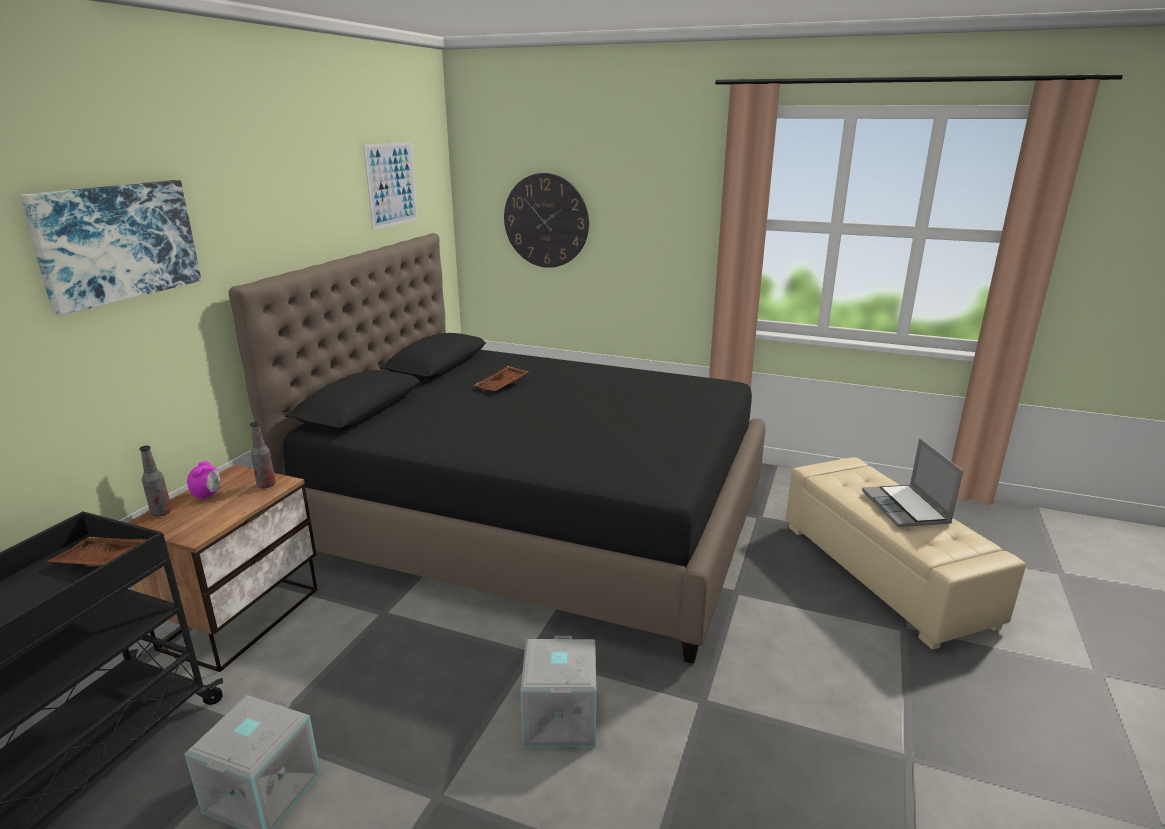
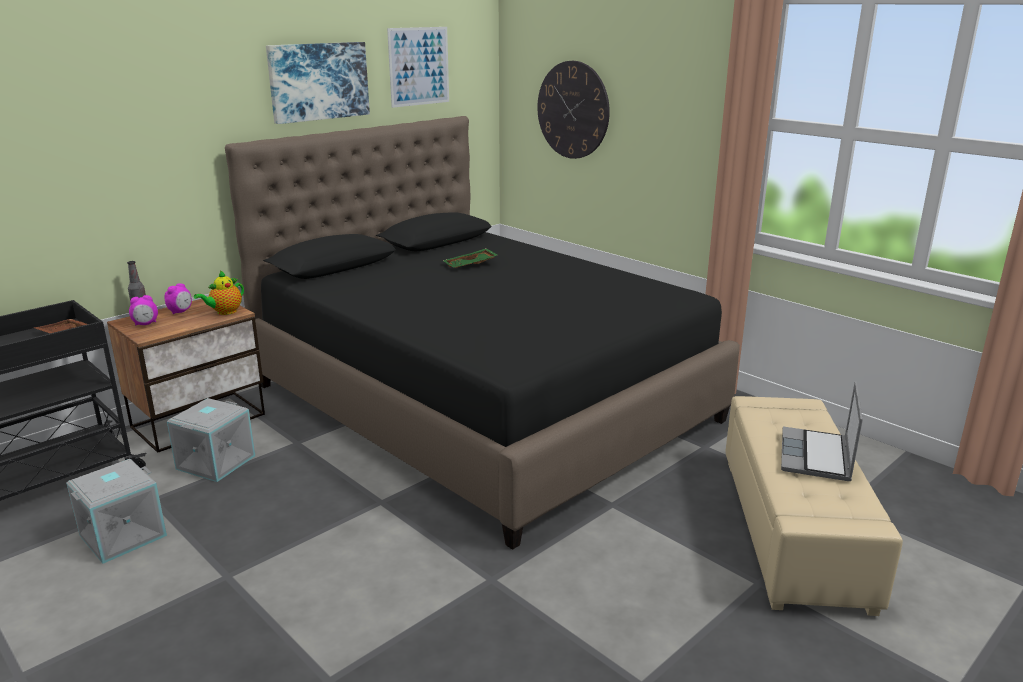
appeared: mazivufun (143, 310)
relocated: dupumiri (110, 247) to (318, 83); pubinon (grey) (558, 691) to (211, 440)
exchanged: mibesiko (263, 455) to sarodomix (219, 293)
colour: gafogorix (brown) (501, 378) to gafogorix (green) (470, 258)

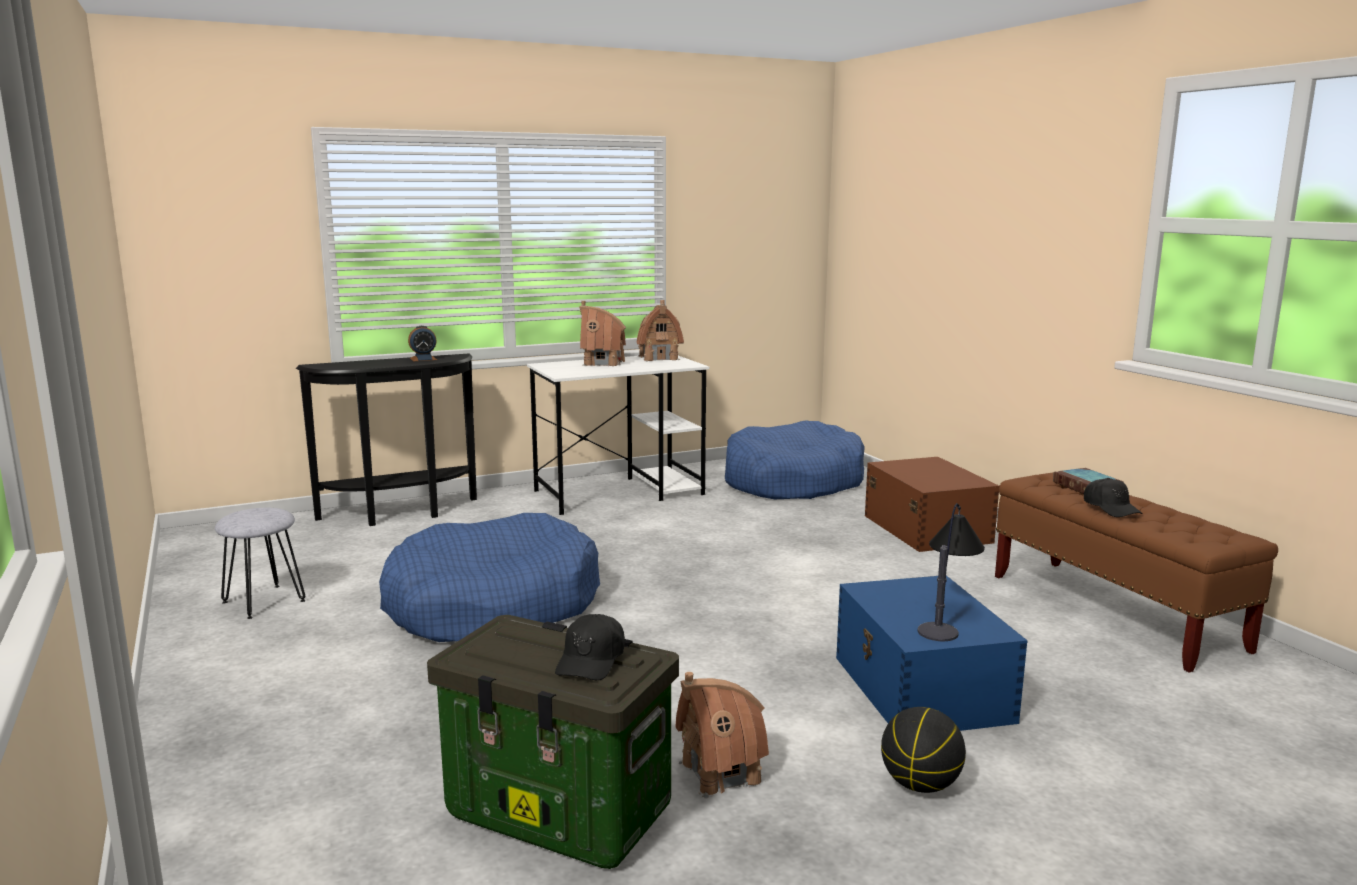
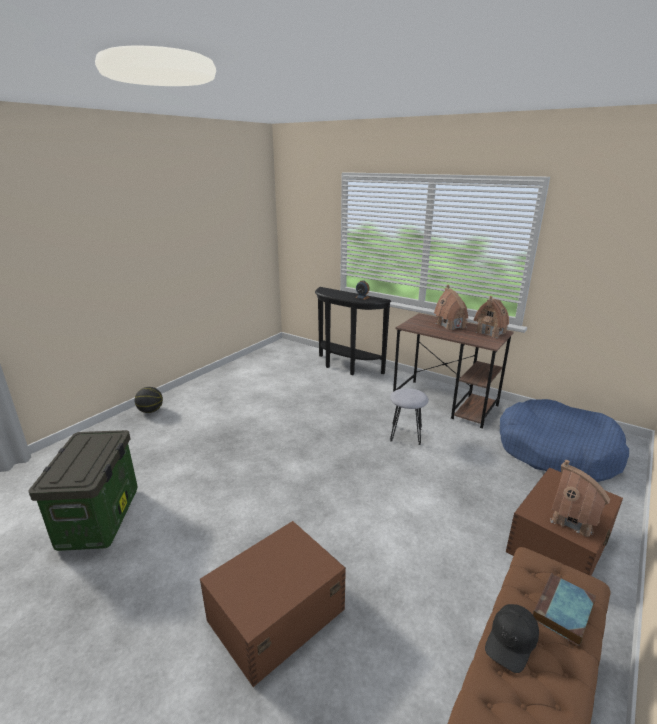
missing: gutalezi (951, 572); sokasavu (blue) (489, 577); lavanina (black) (590, 647)
relocated: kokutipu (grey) (260, 563) to (409, 416); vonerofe (722, 735) to (580, 498); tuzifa (923, 750) to (149, 400)
colour: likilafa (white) (618, 435) to likilafa (brown) (453, 370); pubinon (blue) (932, 653) to pubinon (brown) (273, 604)

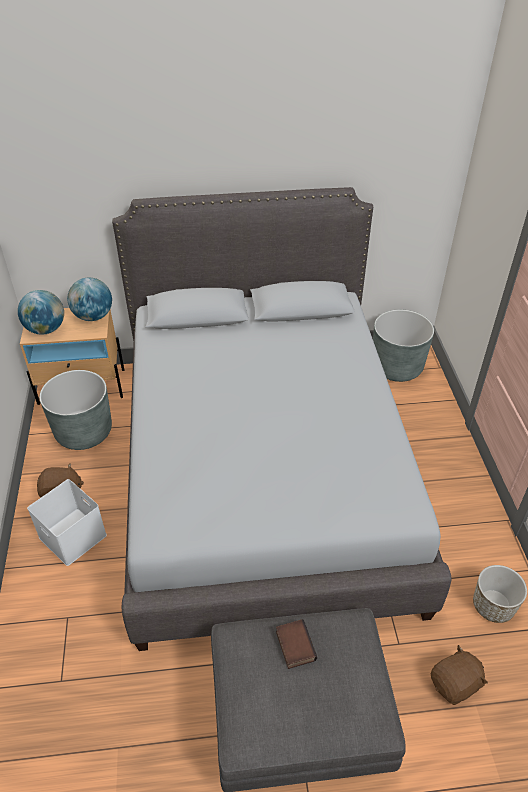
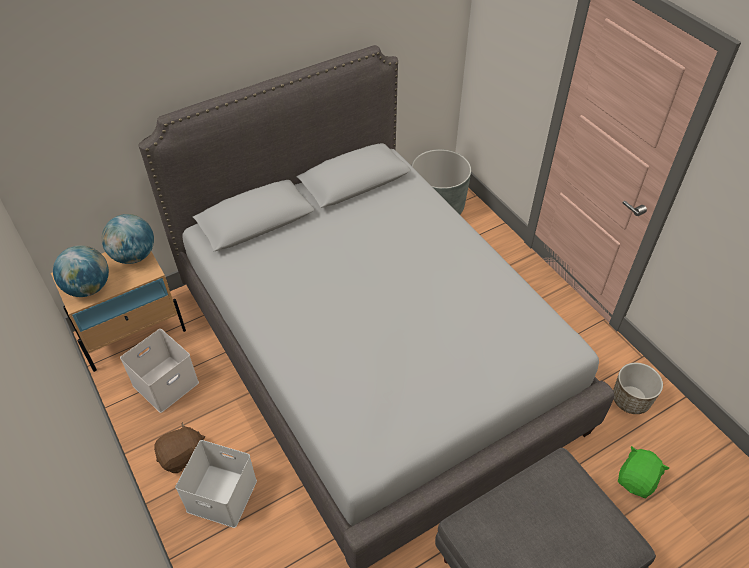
missing: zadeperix (296, 644)
exchanged: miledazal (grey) (75, 410) to pubinon (white) (159, 371)
colour: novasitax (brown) (459, 675) to novasitax (green) (643, 472)

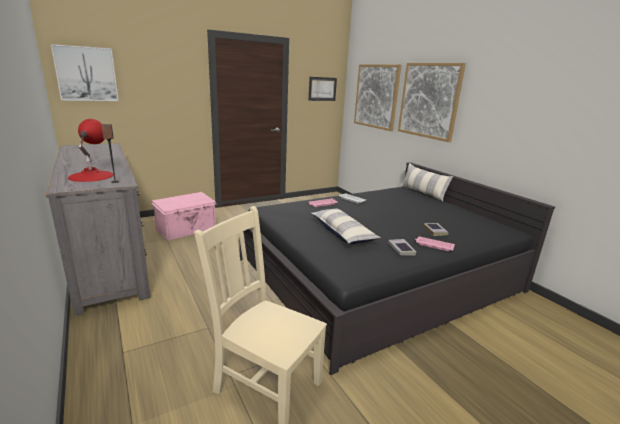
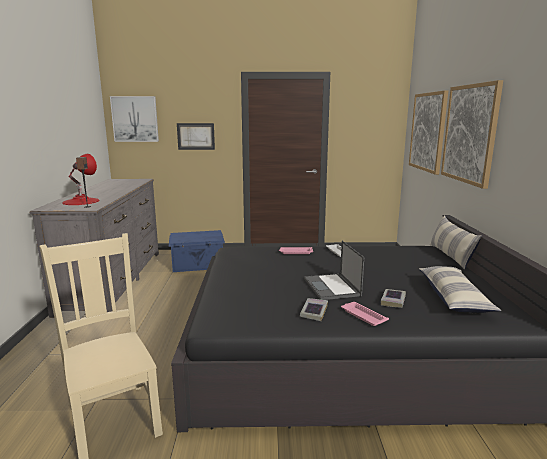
appeared: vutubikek (334, 270)
relocated: dupumiri (323, 89) to (196, 136); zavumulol (346, 226) to (460, 289)
colour: pubinon (pink) (184, 216) to pubinon (blue) (197, 251)

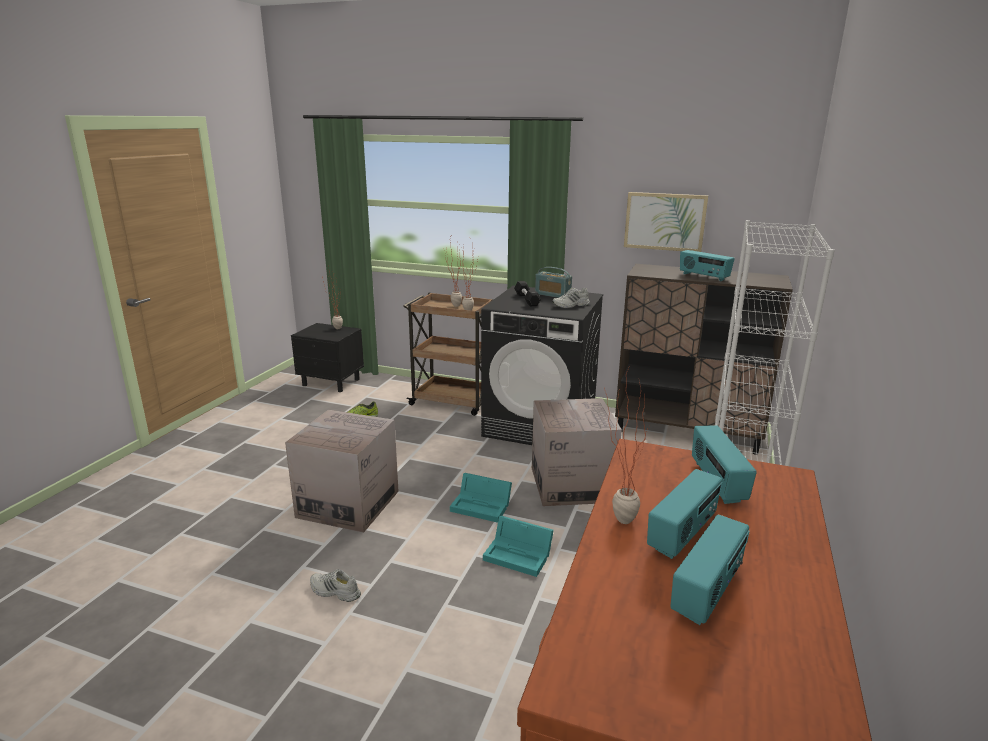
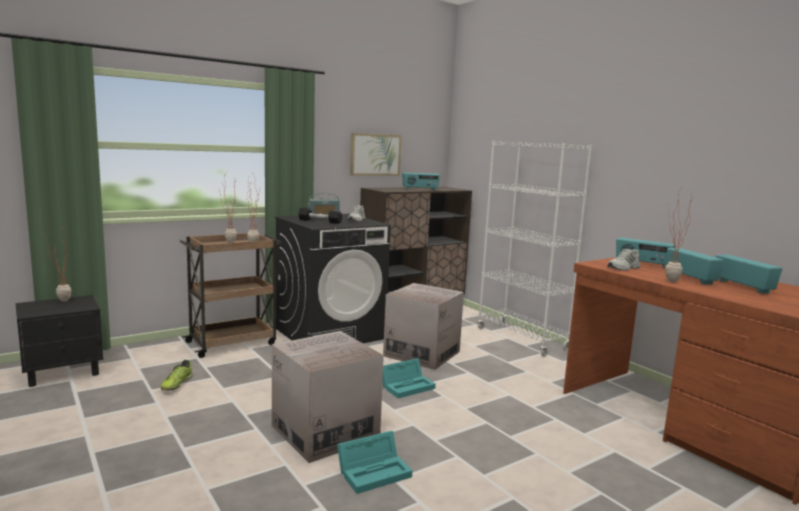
relocated: pubinon (turquoise) (518, 546) to (374, 462); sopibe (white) (335, 585) to (624, 260)

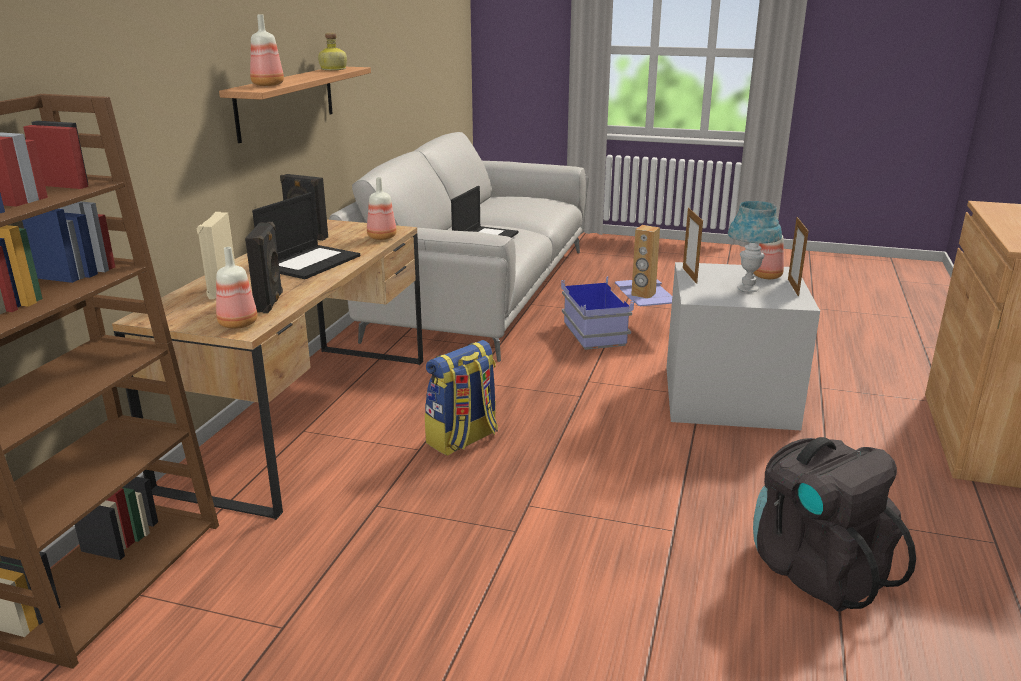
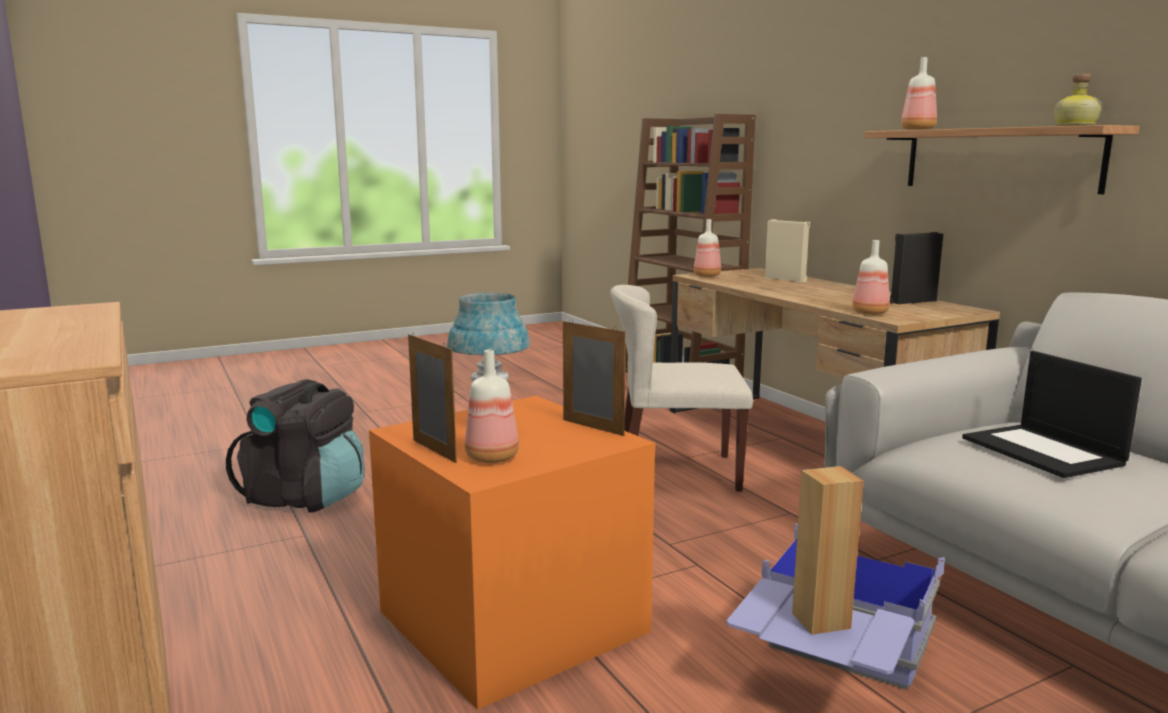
missing: vutubikek (306, 235); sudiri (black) (264, 267)
exchanged: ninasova (461, 398) to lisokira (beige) (681, 388)
colour: pubinon (grey) (743, 346) to pubinon (orange) (512, 553)

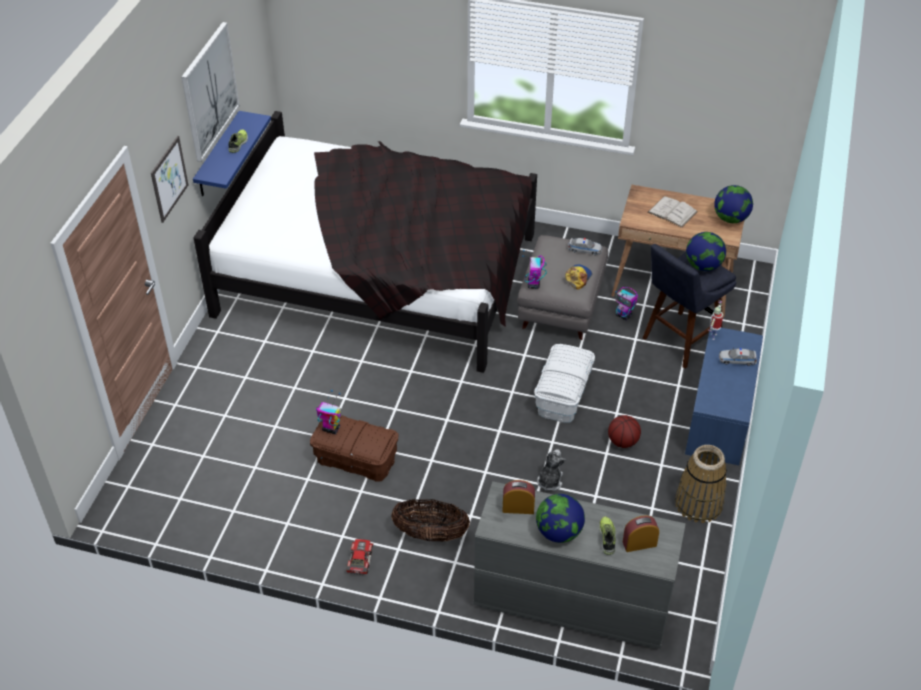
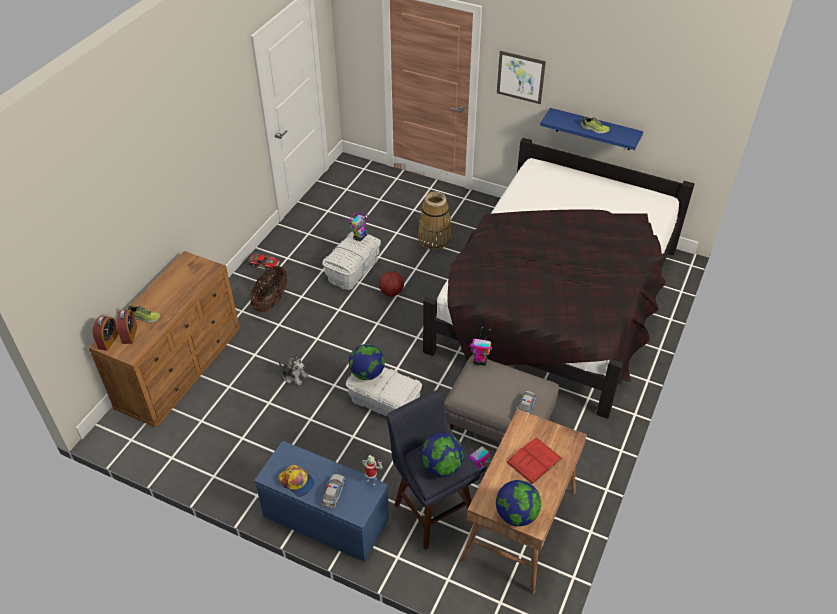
missing: dupumiri (210, 92)
relocated: lavanina (578, 277) to (296, 481); tuzifa (624, 431) to (391, 284); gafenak (701, 484) to (435, 220); mazivufun (518, 497) to (106, 333); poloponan (560, 518) to (367, 362)
colour: zadeperix (white) (673, 212) to zadeperix (red) (534, 461); pubinon (brown) (354, 448) to pubinon (white) (351, 260); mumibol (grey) (579, 565) to mumibol (brown) (164, 339)

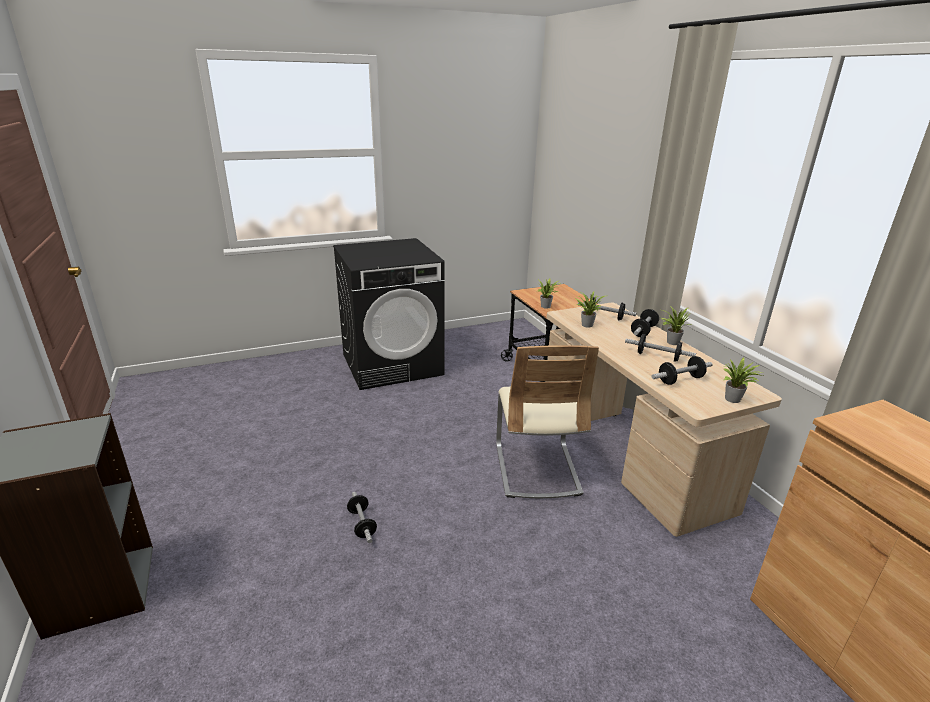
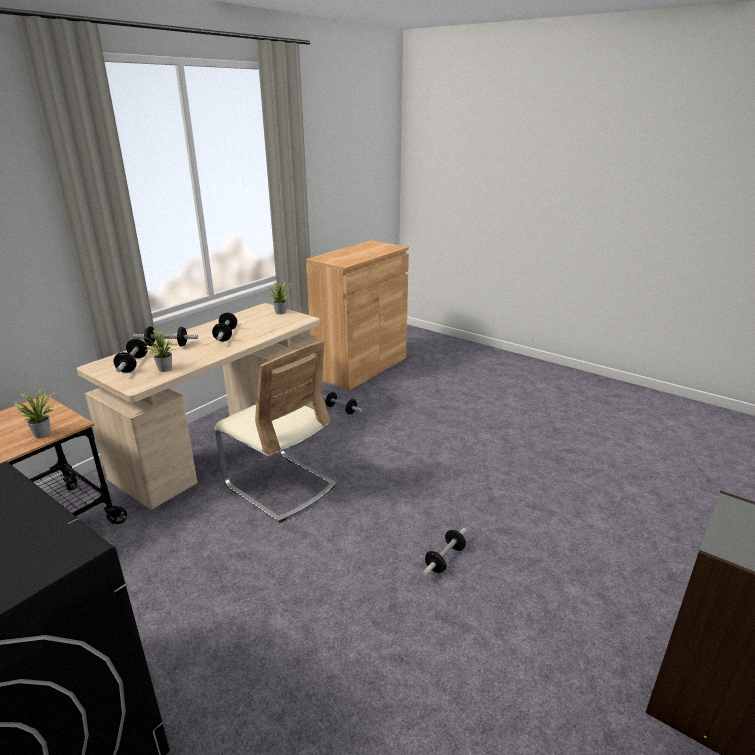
missing: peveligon (676, 325)
relocated: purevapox (682, 370) to (342, 403)
spun: lisokira (beige) (547, 421) = (275, 432) 75 degrees clockwise

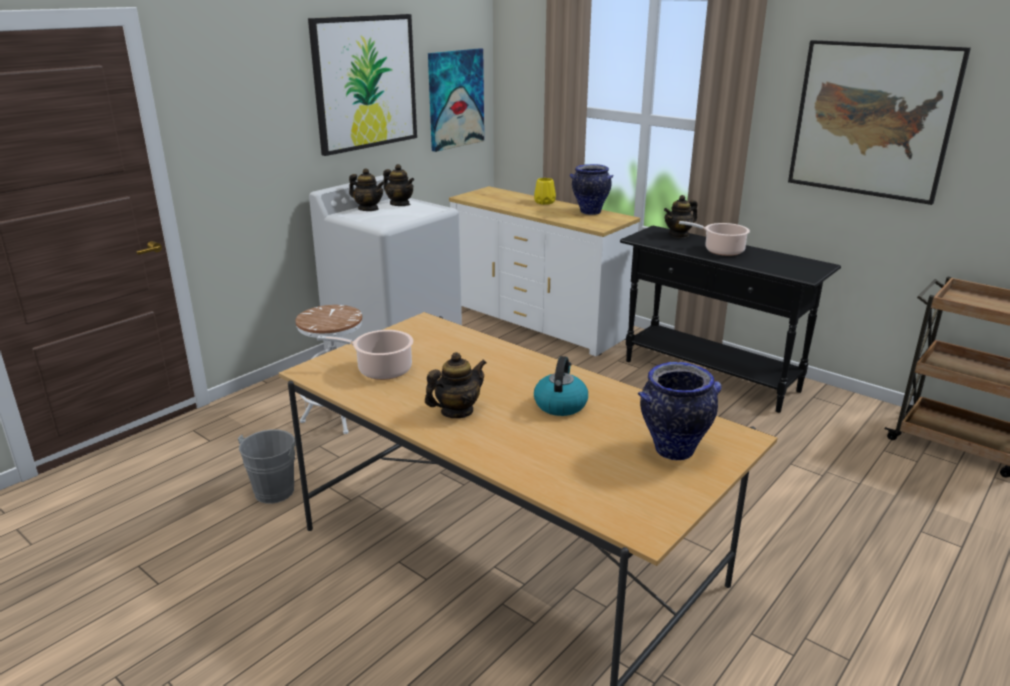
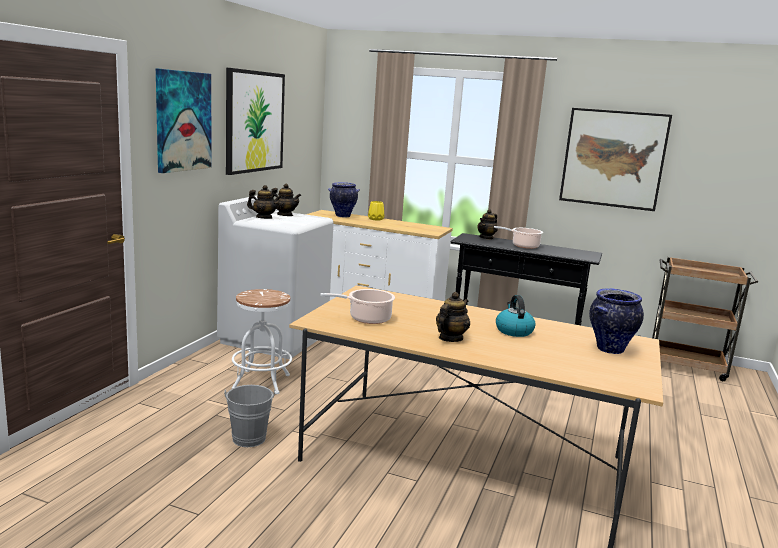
relocated: dupumiri (456, 100) to (183, 120); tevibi (591, 189) to (344, 199)

